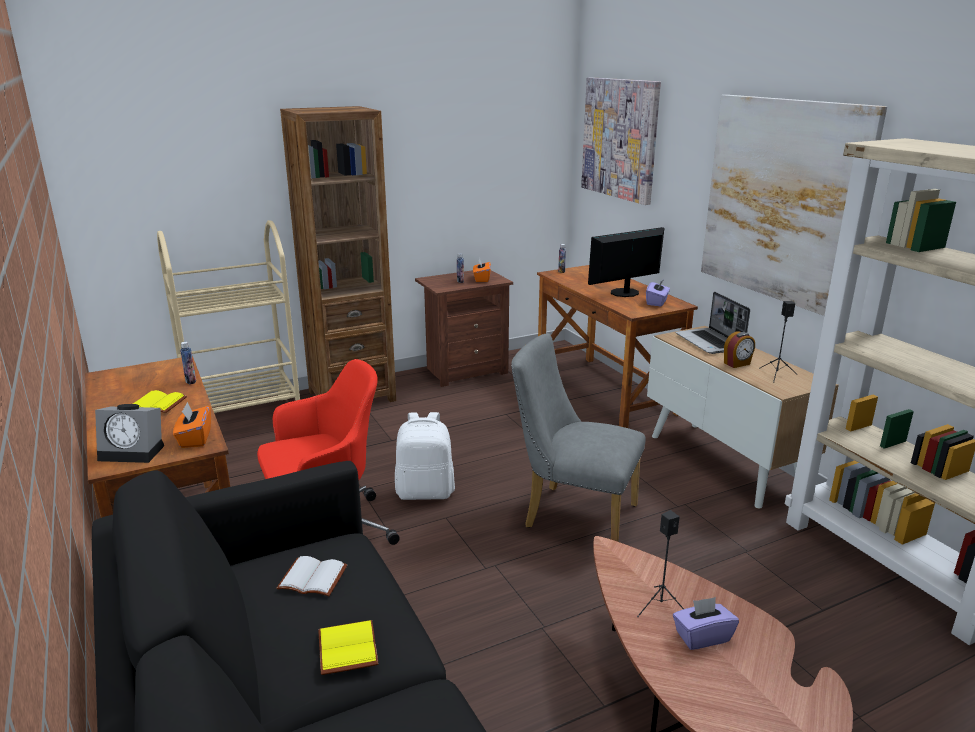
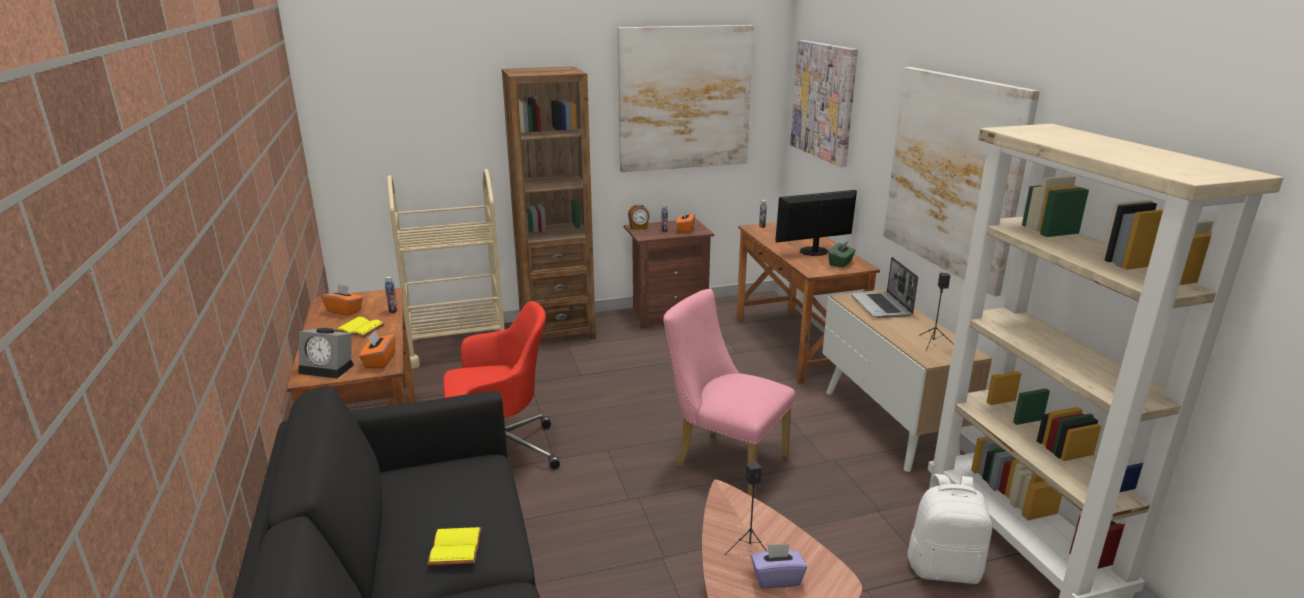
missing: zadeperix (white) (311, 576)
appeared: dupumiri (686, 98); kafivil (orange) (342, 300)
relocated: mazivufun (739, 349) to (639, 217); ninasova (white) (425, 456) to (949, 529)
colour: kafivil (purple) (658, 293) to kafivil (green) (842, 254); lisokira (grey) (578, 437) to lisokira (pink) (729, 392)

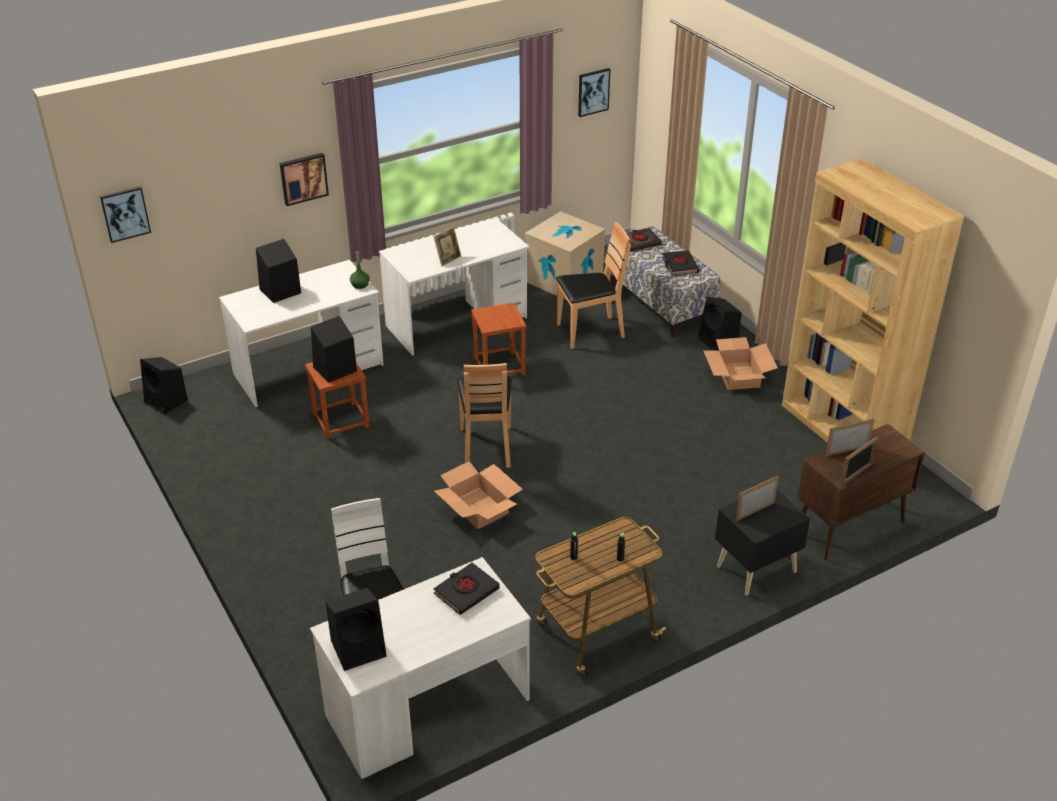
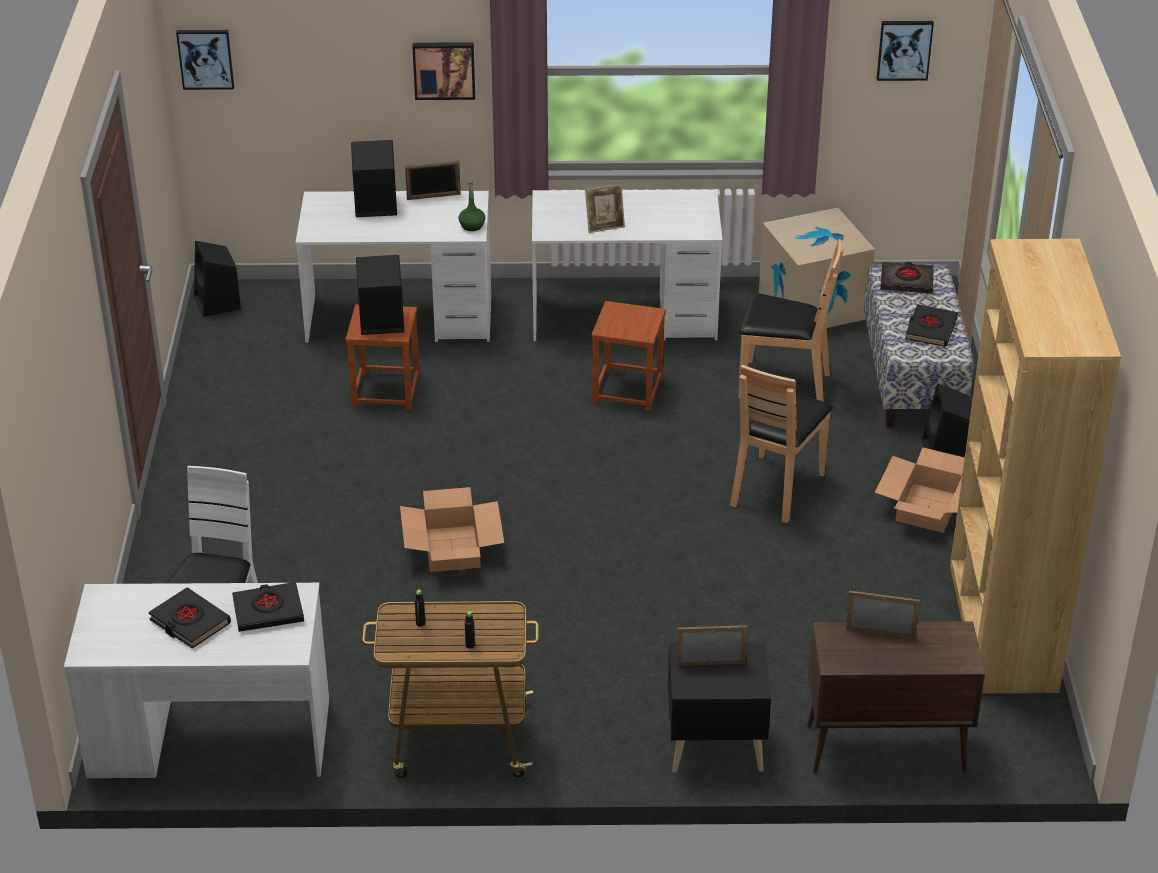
missing: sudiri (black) (355, 629)
appeared: zadeperix (black) (189, 618)
relocated: lisokira (brown) (484, 415) to (781, 444); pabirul (859, 461) to (433, 180)

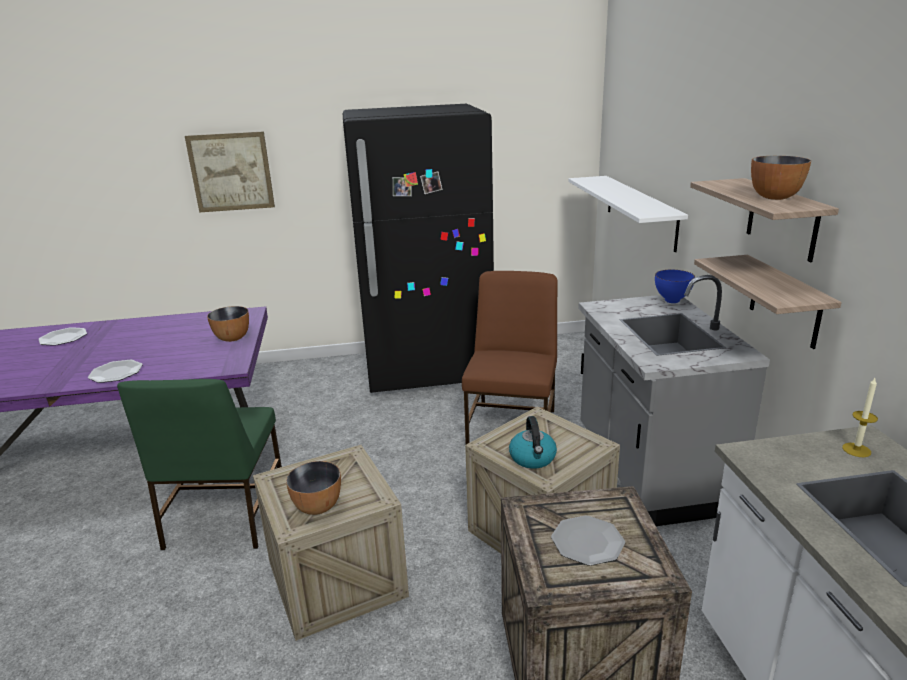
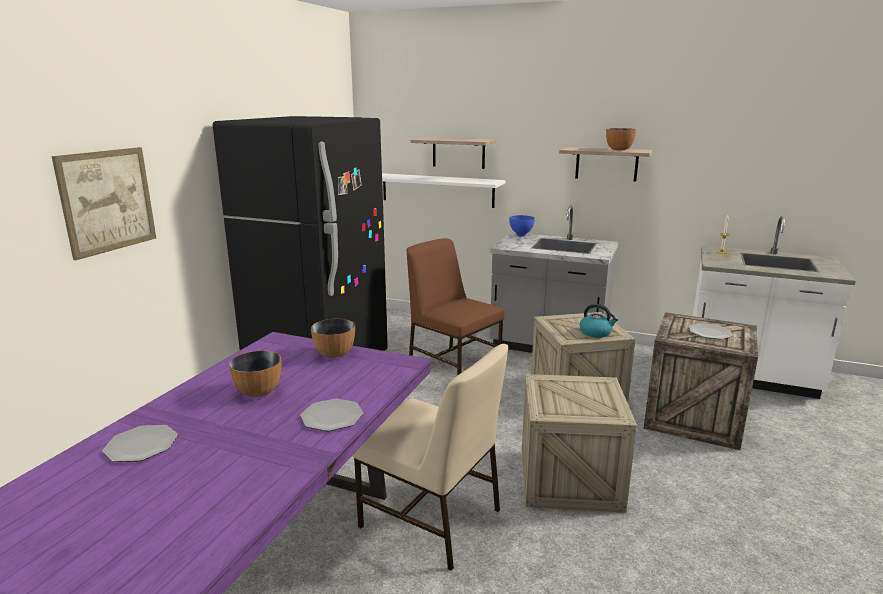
relocated: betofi (768, 302) to (453, 153); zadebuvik (313, 488) to (255, 374)
colour: lisokira (green) (199, 464) to lisokira (beige) (430, 457)

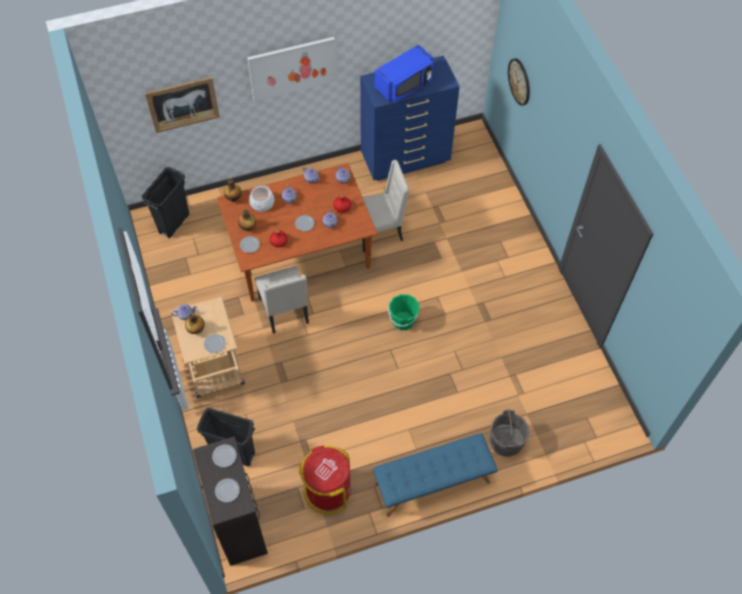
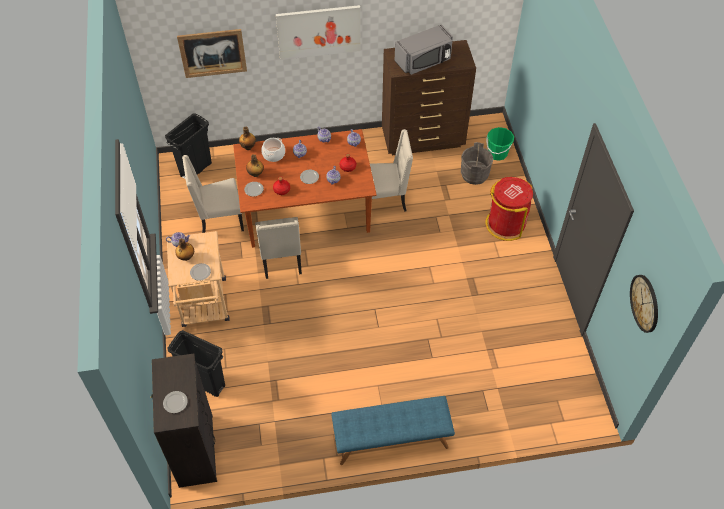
missing: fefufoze (224, 455)
appeared: lisokira (beige) (213, 194)
relocated: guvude (519, 82) to (644, 304); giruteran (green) (403, 312) to (500, 144); giruteran (grey) (509, 433) to (477, 163); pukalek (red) (325, 480) to (509, 209)
colour: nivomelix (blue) (403, 73) to nivomelix (grey) (424, 49); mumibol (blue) (410, 118) to mumibol (brown) (429, 97)

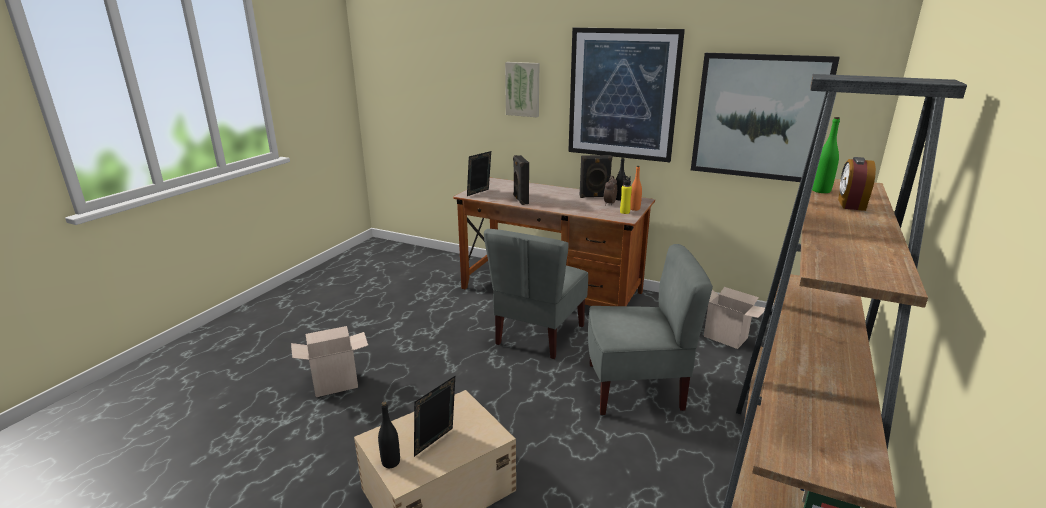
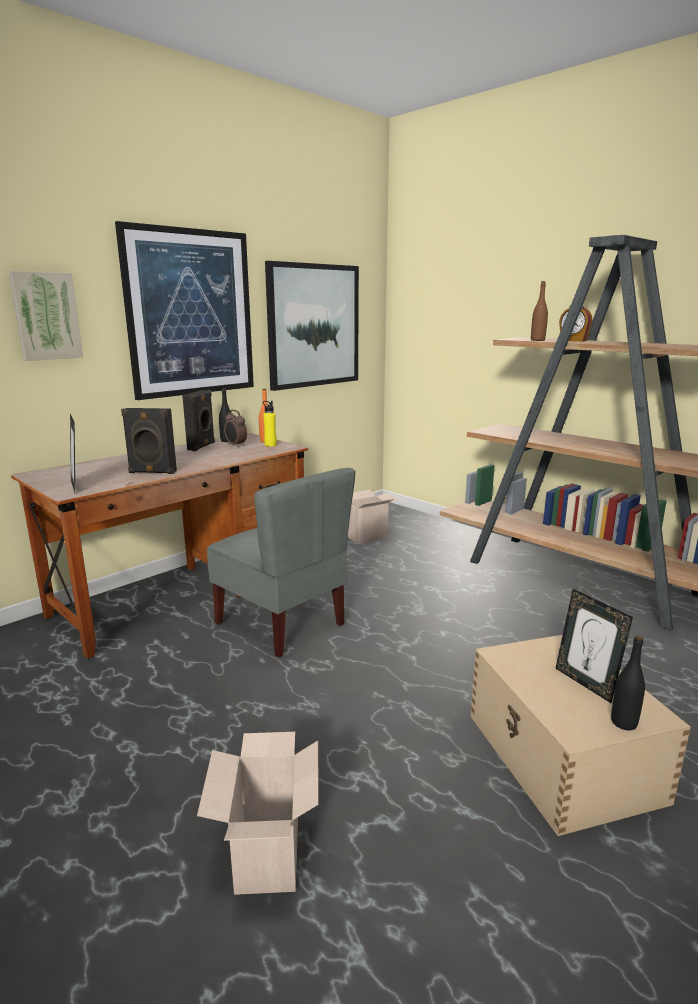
missing: lisokira (grey) (650, 330)
colour: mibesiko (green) (826, 155) to mibesiko (brown) (539, 311)

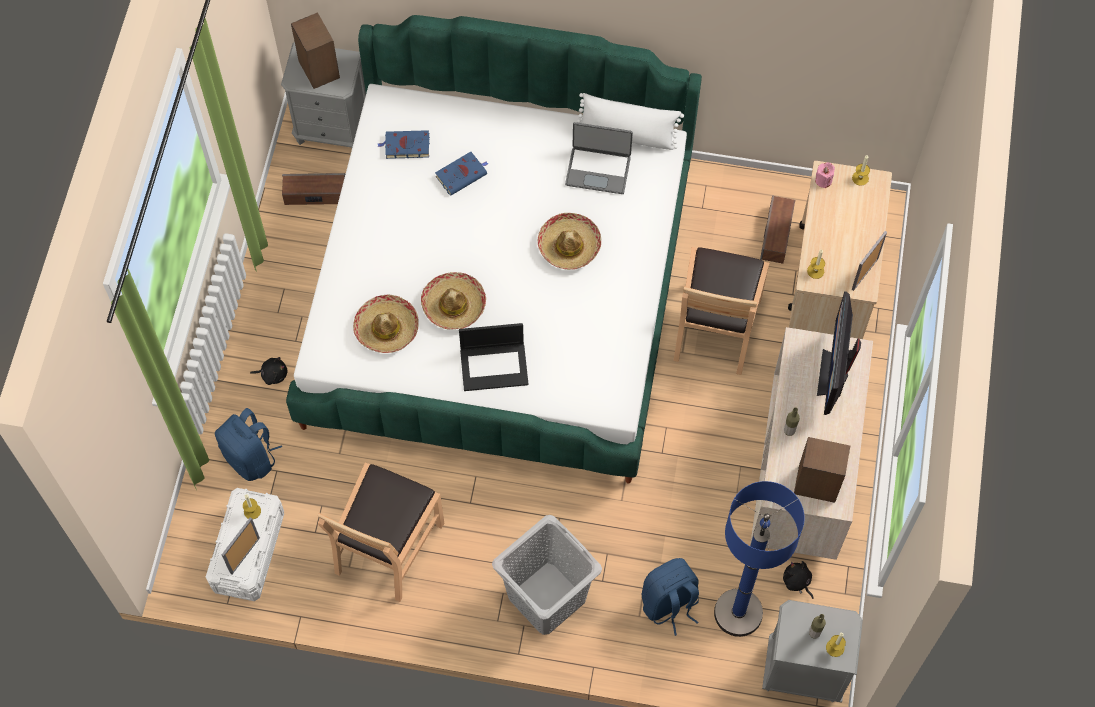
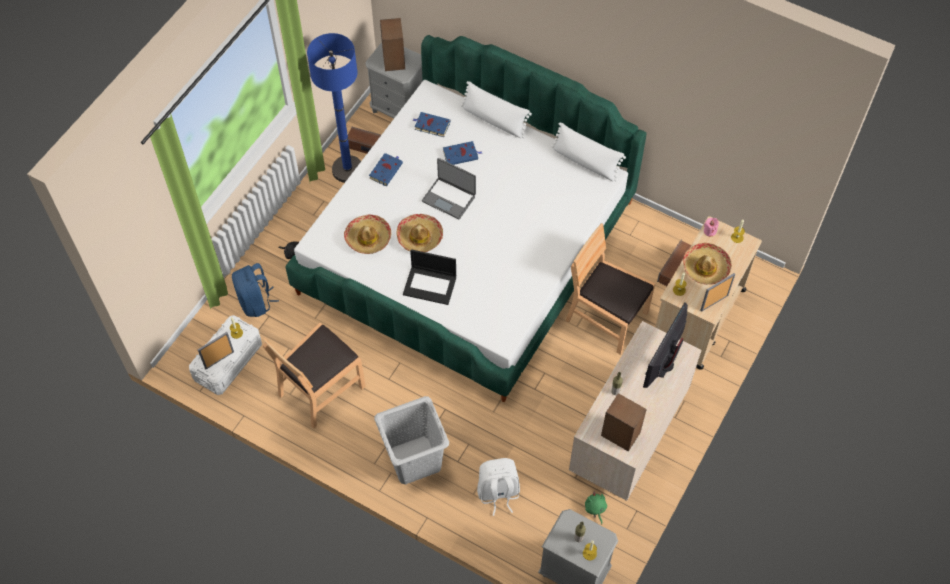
appeared: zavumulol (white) (496, 109); zadeperix (blue) (386, 169)
relocated: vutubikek (599, 158) to (449, 188); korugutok (569, 241) to (707, 264); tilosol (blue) (759, 559) to (334, 108)
colour: ninasova (blue) (670, 597) to ninasova (white) (498, 487); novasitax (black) (798, 580) to novasitax (green) (596, 508)
spun: lisokira (brown) (721, 311) = (610, 289) 90 degrees clockwise

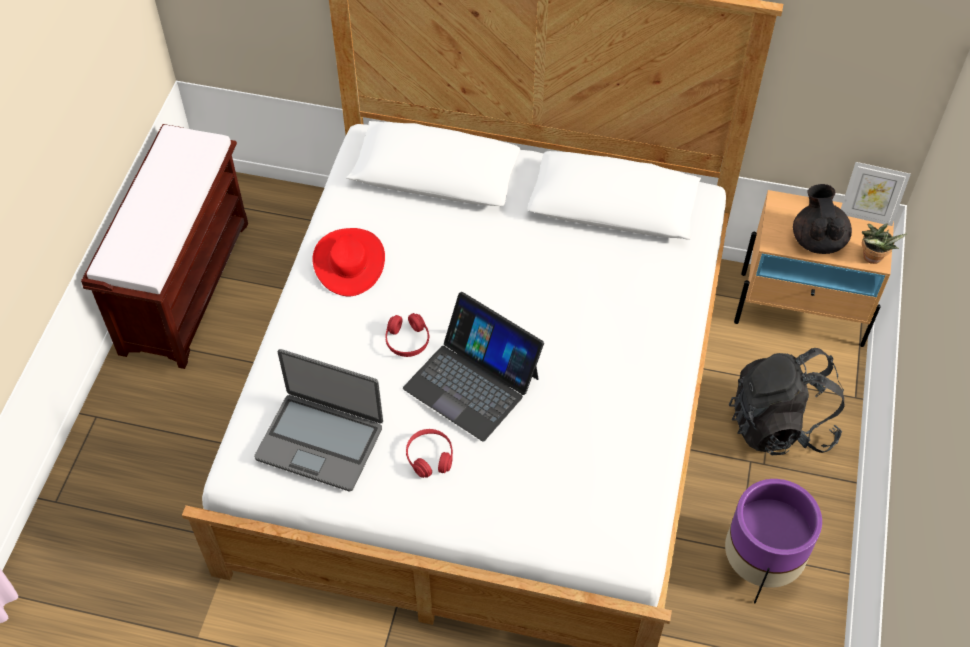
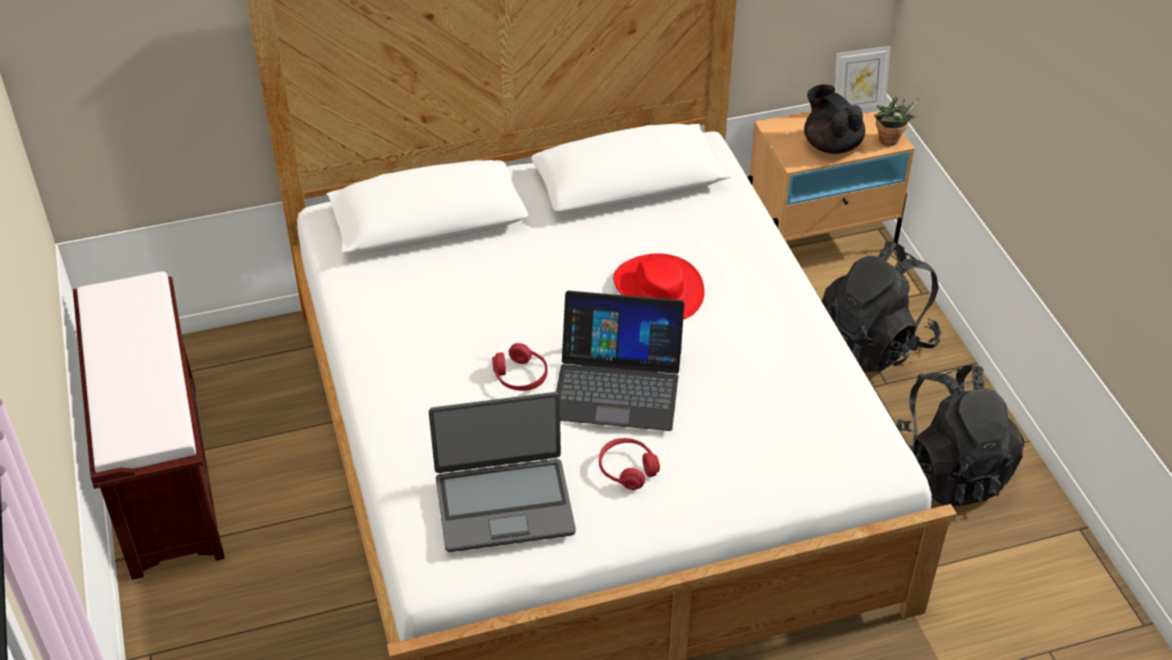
relocated: korugutok (red) (348, 262) to (659, 286)
exchanged: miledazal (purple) (773, 541) to ninasova (black) (959, 435)

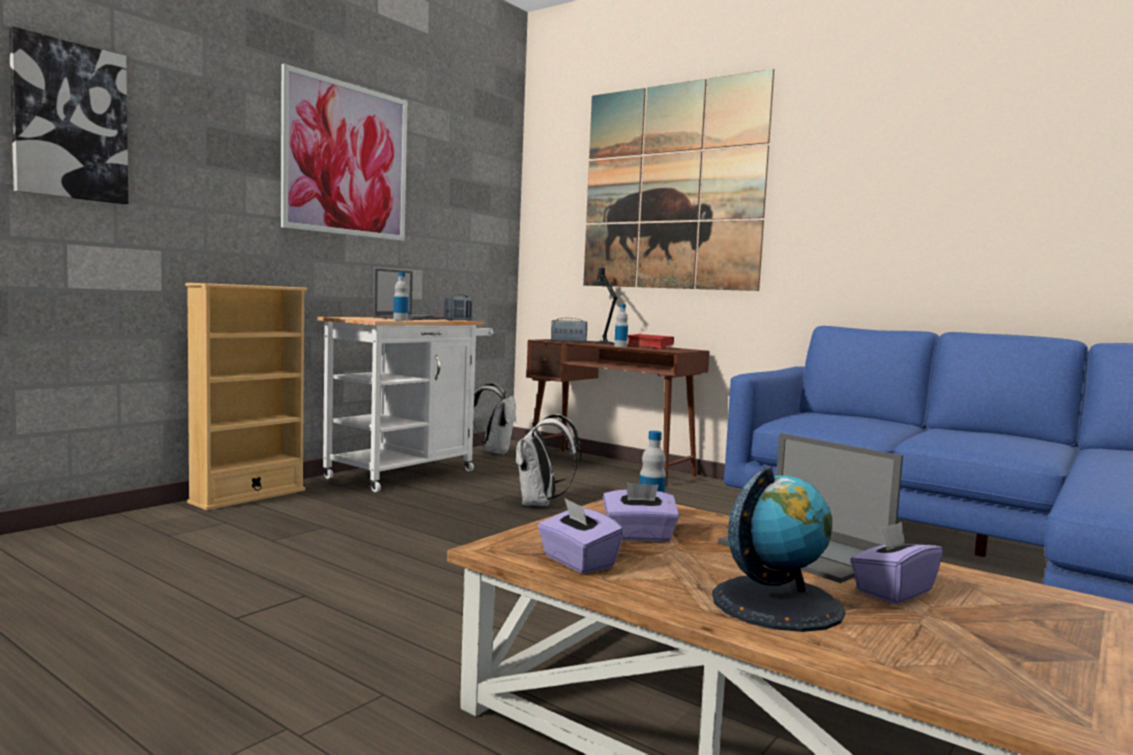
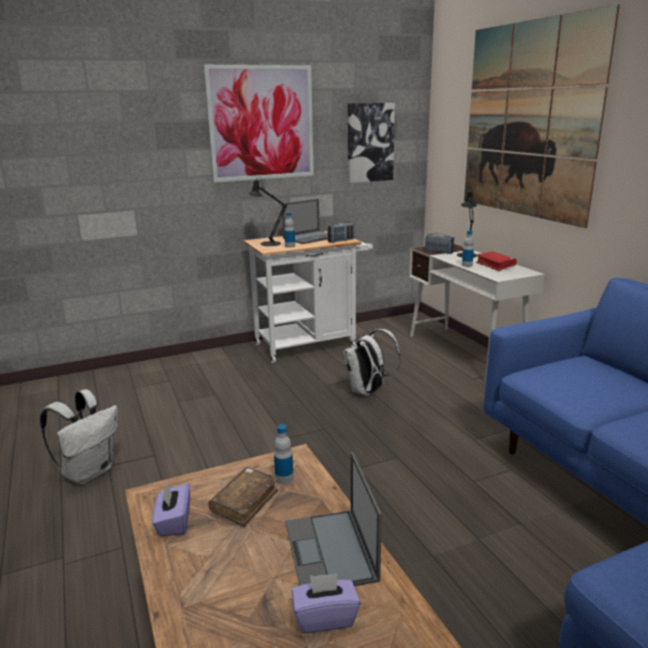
missing: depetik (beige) (246, 396); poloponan (779, 548)
appeared: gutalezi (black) (267, 211)
relocated: dupumiri (68, 115) to (371, 143); ninasova (white) (495, 419) to (79, 436)
exchanged: kafivil (purple) (641, 512) to zadeperix (brown) (243, 497)
colour: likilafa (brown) (618, 413) to likilafa (white) (477, 314)

